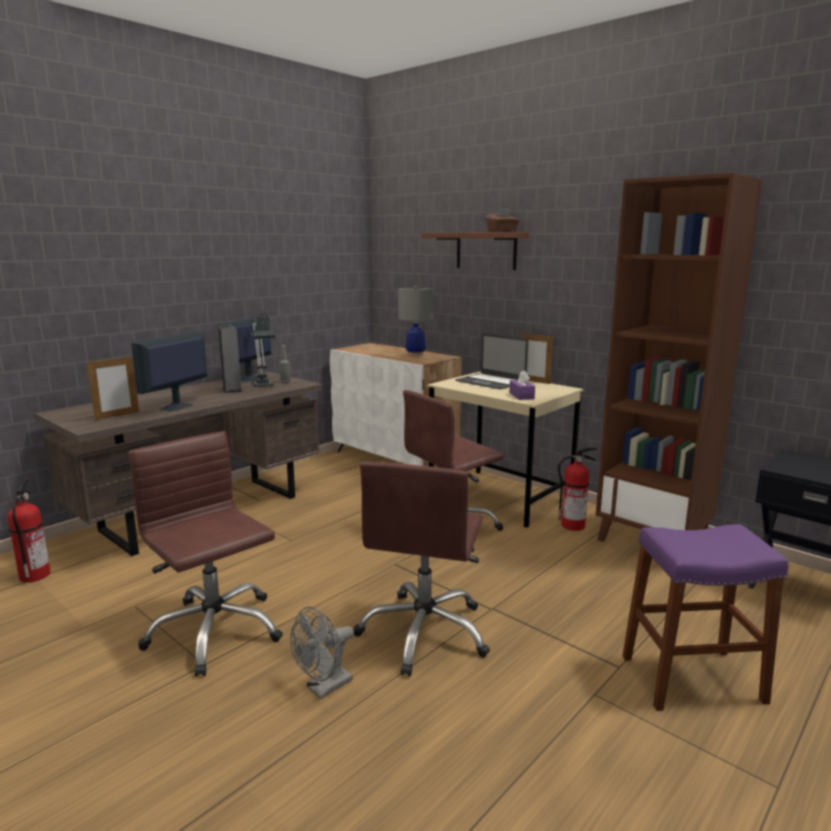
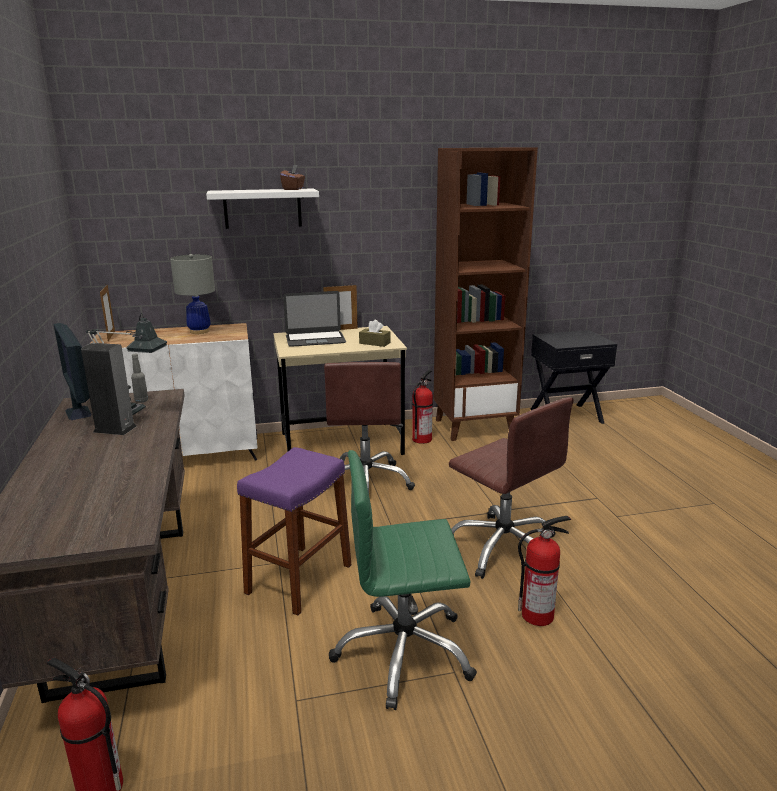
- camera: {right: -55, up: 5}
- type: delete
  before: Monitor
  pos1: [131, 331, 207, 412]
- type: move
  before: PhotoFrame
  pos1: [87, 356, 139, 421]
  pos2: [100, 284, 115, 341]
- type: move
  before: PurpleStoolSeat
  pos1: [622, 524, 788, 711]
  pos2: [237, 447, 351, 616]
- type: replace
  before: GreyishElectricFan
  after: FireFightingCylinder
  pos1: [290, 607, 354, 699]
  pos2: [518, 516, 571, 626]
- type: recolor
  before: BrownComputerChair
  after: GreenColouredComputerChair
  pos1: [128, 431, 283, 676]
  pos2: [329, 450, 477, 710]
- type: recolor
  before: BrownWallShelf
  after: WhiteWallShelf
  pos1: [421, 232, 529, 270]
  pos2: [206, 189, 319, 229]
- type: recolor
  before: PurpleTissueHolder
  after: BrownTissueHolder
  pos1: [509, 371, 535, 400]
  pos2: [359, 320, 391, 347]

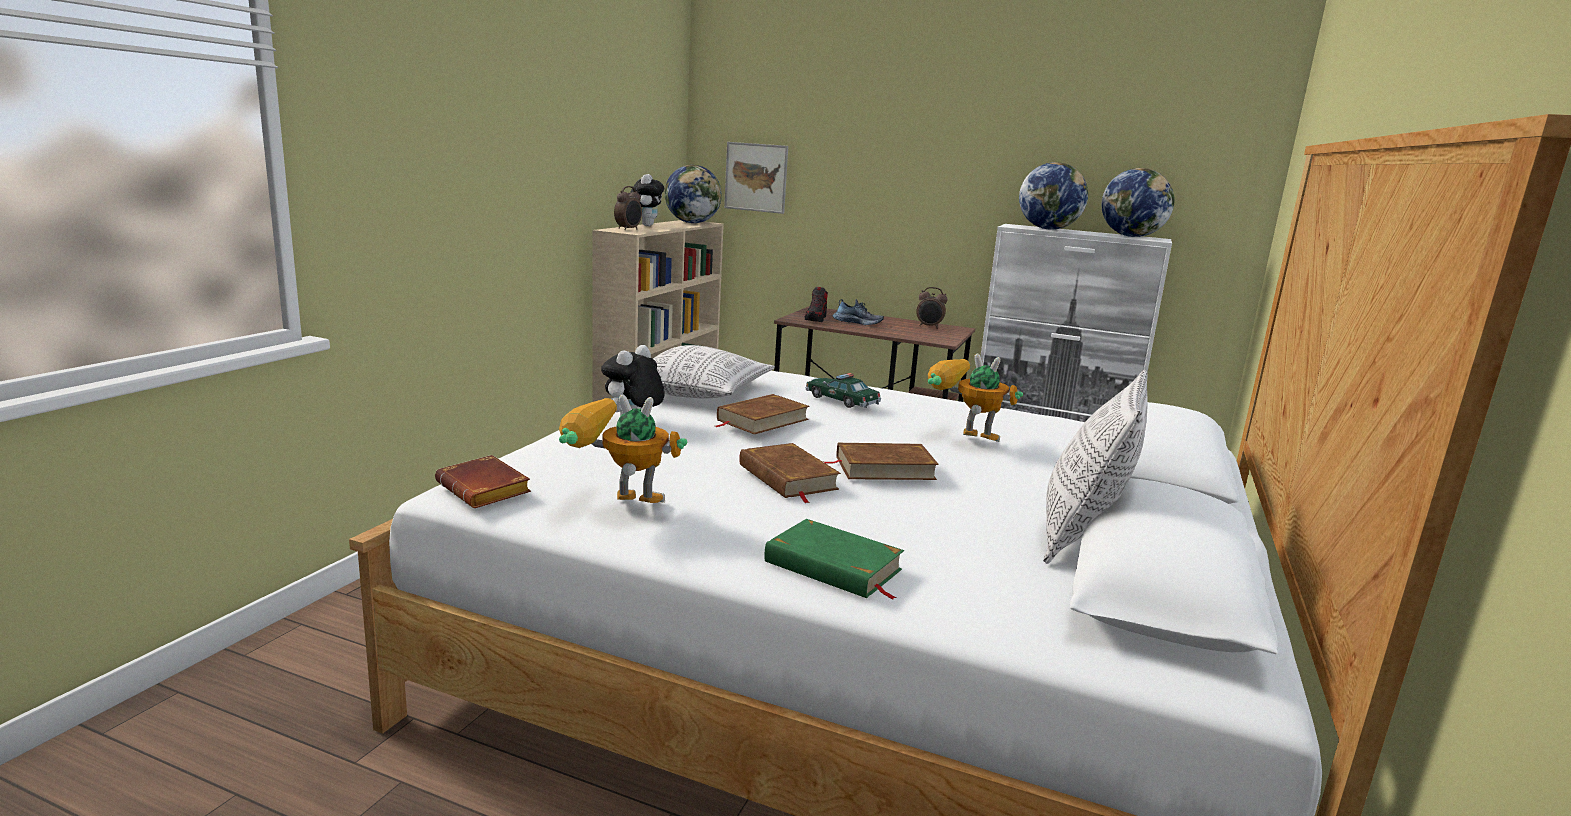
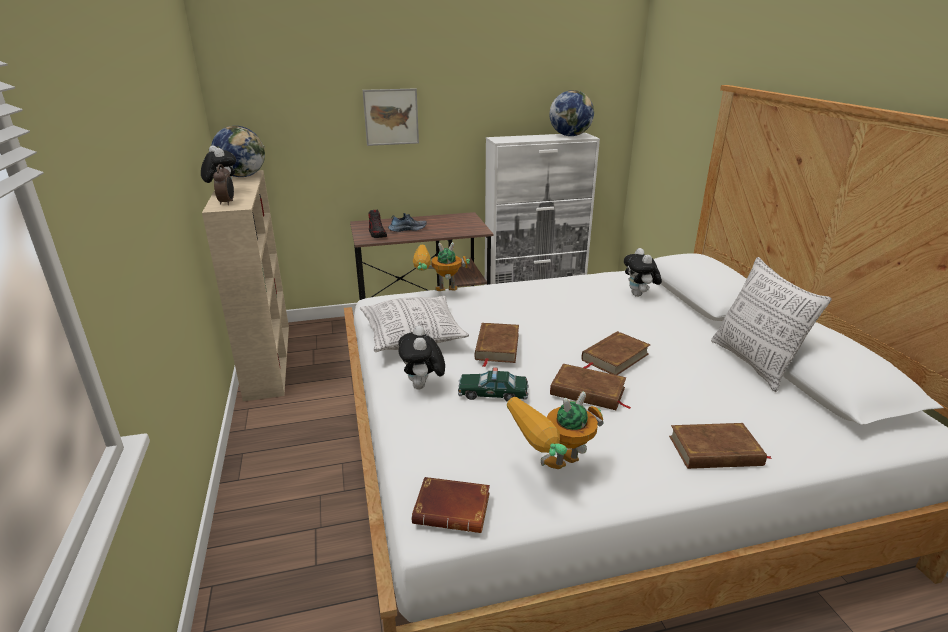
- camera: {right: -35, up: 10}
- type: delete
  before: BedsideClock
  pos1: [916, 287, 947, 329]
- type: delete
  before: WorldGlobe
  pos1: [1019, 162, 1088, 230]
- type: insert
  after: SoftToy
  pos2: [624, 248, 662, 297]
- type: move
  before: WallPicture
  pos1: [724, 142, 788, 214]
  pos2: [363, 88, 419, 146]
- type: move
  before: MiniatureCar
  pos1: [805, 373, 881, 408]
  pos2: [458, 367, 528, 402]
- type: move
  before: ToyRobot
  pos1: [928, 354, 1023, 442]
  pos2: [413, 242, 470, 291]
- type: recolor
  before: GreenColouredVolume
  after: BrownVolume
  pos1: [764, 519, 904, 600]
  pos2: [669, 423, 772, 469]

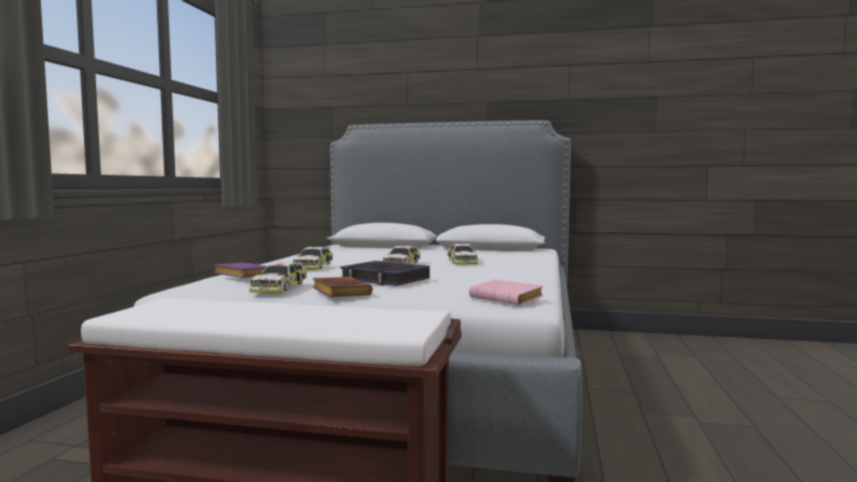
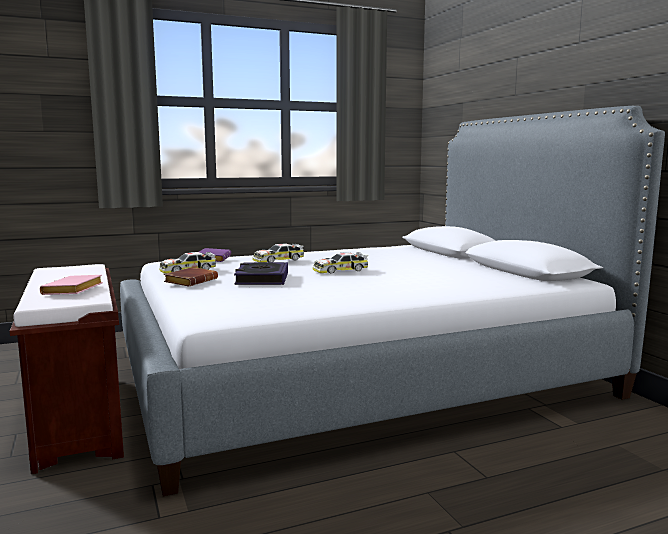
- camera: {right: 55, up: 5}
- type: delete
  before: MiniatureCar
  pos1: [448, 244, 478, 264]
- type: move
  before: PinkColouredVolume
  pos1: [469, 279, 543, 305]
  pos2: [40, 275, 103, 295]

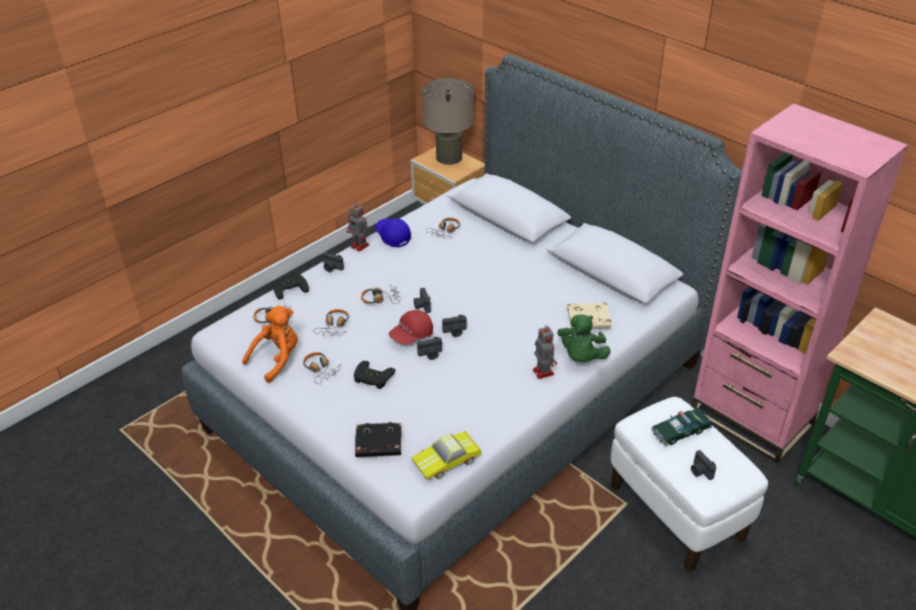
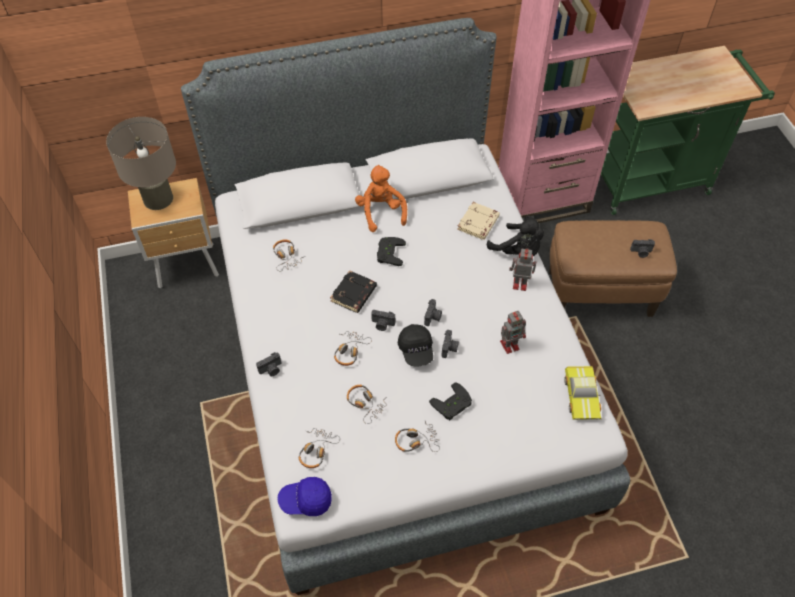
- camera: {right: -60, up: 15}
- type: delete
  before: MiniatureCar
  pos1: [651, 408, 713, 446]
- type: move
  before: OrangeySoftToy
  pos1: [242, 306, 298, 383]
  pos2: [355, 165, 407, 232]
- type: move
  before: BlackishGameController
  pos1: [273, 274, 309, 300]
  pos2: [377, 237, 406, 266]
- type: move
  before: ToyRobot
  pos1: [346, 201, 370, 252]
  pos2: [500, 311, 526, 354]
- type: move
  before: BlackishVolume
  pos1: [355, 422, 402, 457]
  pos2: [330, 270, 377, 313]
- type: move
  before: BluishPeakedCap
  pos1: [375, 218, 411, 248]
  pos2: [278, 477, 332, 516]
- type: recolor
  before: RedColouredPeakedCap
  after: BlackishPeakedCap
  pos1: [389, 310, 433, 345]
  pos2: [398, 324, 433, 366]
- type: recolor
  before: GreenColouredSoftToy
  after: BlackishSoftToy
  pos1: [557, 314, 610, 362]
  pos2: [487, 215, 544, 256]
- type: recolor
  before: WhiteOttoman
  after: BrownOttoman
  pos1: [611, 397, 768, 572]
  pos2: [549, 220, 677, 317]

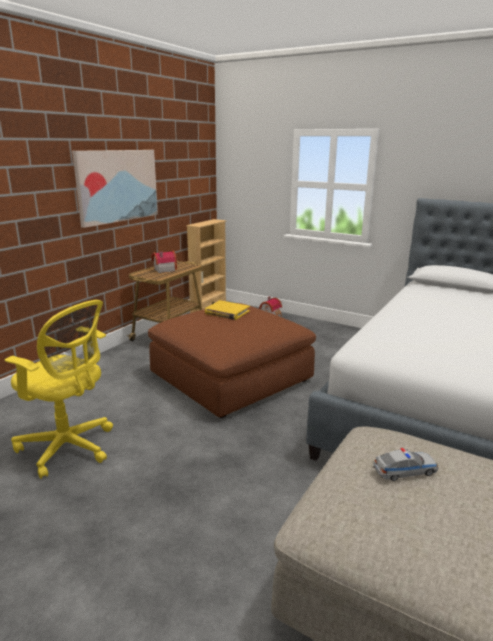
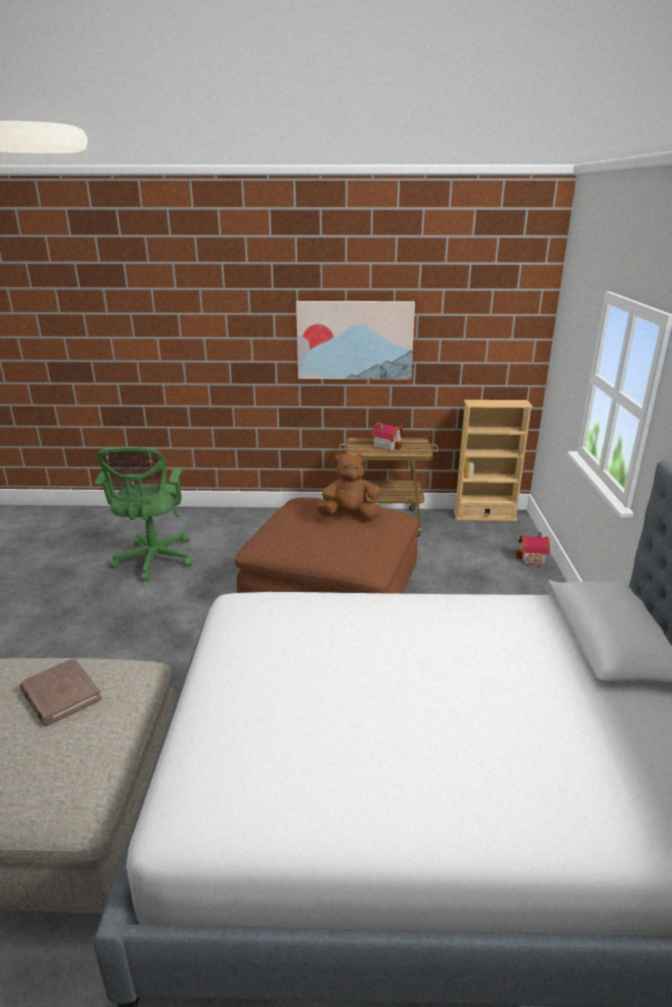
- camera: {right: 60, up: 5}
- type: replace
  before: YellowishVolume
  after: BrownSoftToy
  pos1: [205, 300, 250, 320]
  pos2: [316, 452, 382, 519]
- type: replace
  before: MiniatureCar
  after: BrownVolume
  pos1: [373, 448, 438, 481]
  pos2: [20, 658, 102, 726]
- type: recolor
  before: YellowishComputerChair
  after: GreenColouredComputerChair
  pos1: [4, 300, 113, 479]
  pos2: [95, 447, 191, 581]

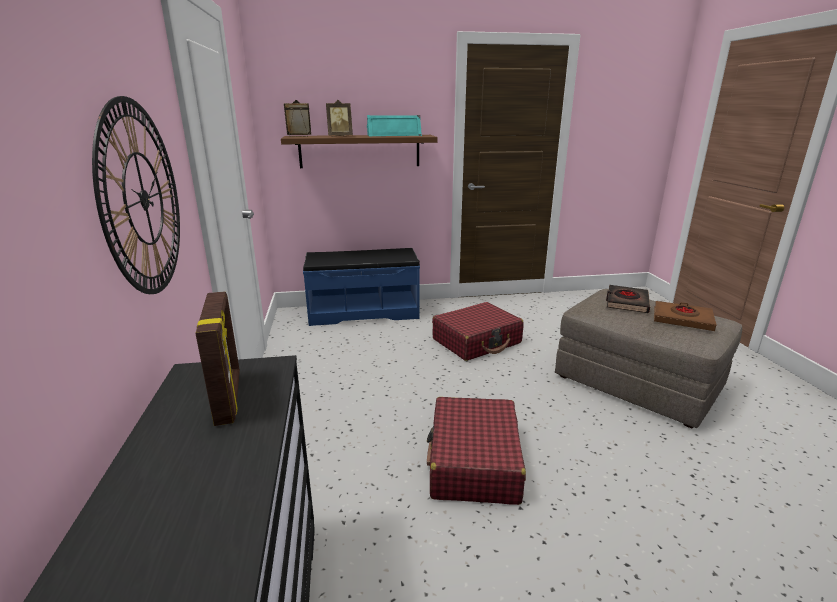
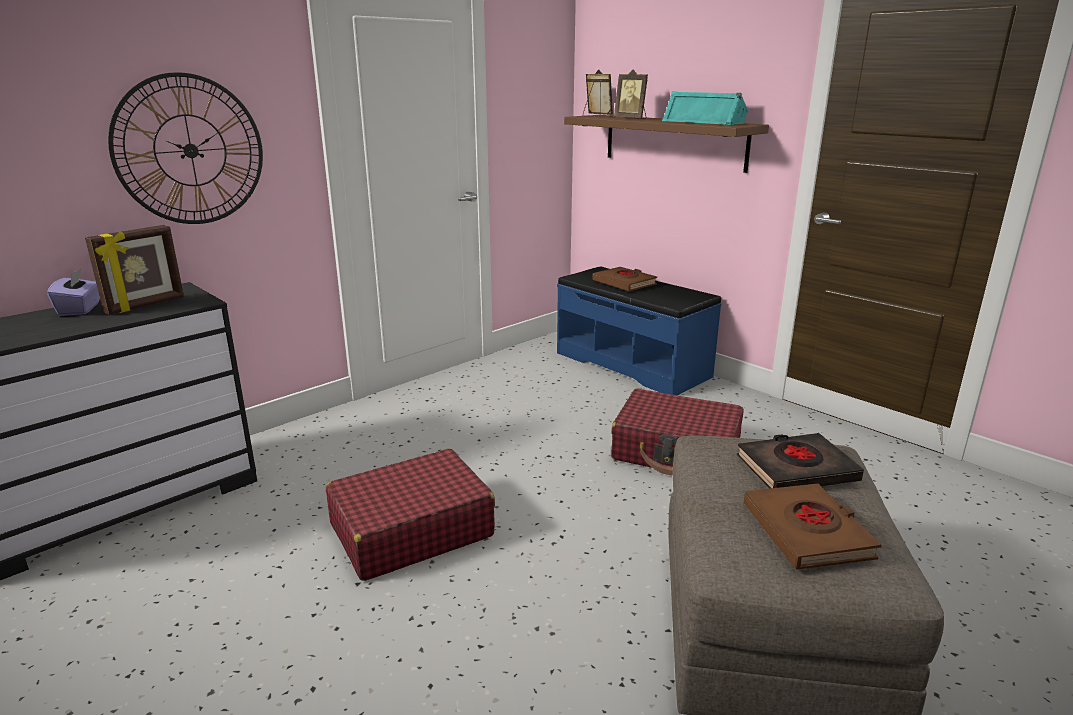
- camera: {right: 55, up: 0}
- type: insert
  after: PurpleTissueHolder
  pos2: [47, 269, 100, 316]
- type: insert
  after: BrownVolume
  pos2: [592, 267, 657, 291]

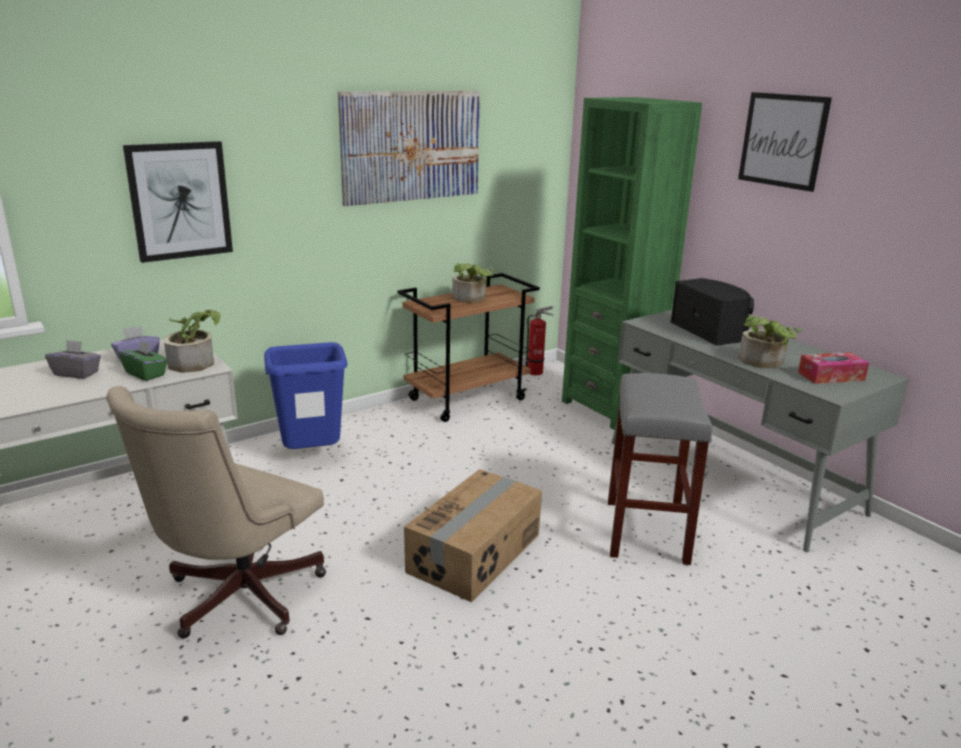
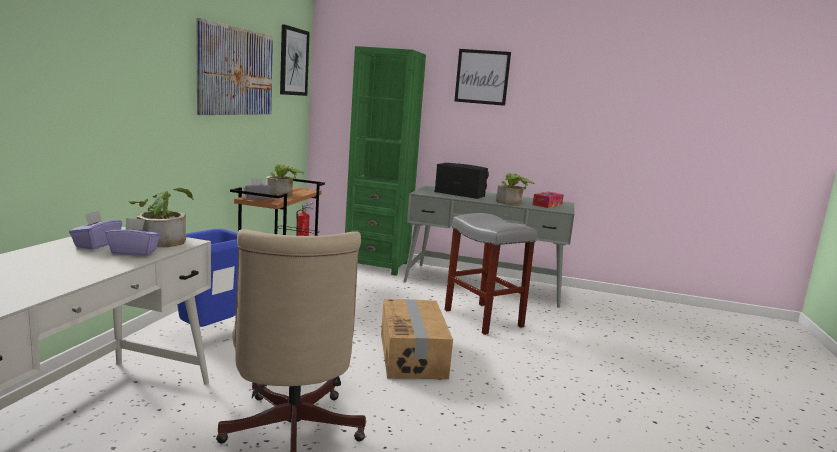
- camera: {right: -40, up: -10}
- type: move
  before: GreyishTissueHolder
  pos1: [45, 340, 101, 379]
  pos2: [243, 178, 272, 199]
- type: move
  before: WallPicture
  pos1: [123, 141, 233, 263]
  pos2: [280, 24, 310, 96]
- type: recolor
  before: GreenColouredTissueHolder
  after: PurpleTissueHolder
  pos1: [119, 340, 168, 381]
  pos2: [105, 218, 160, 256]

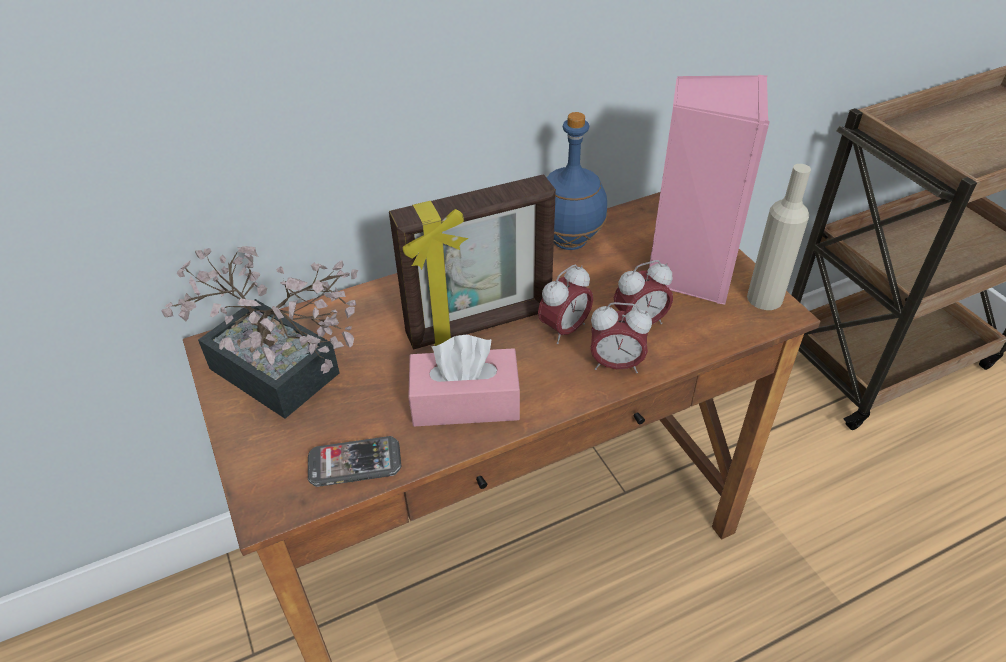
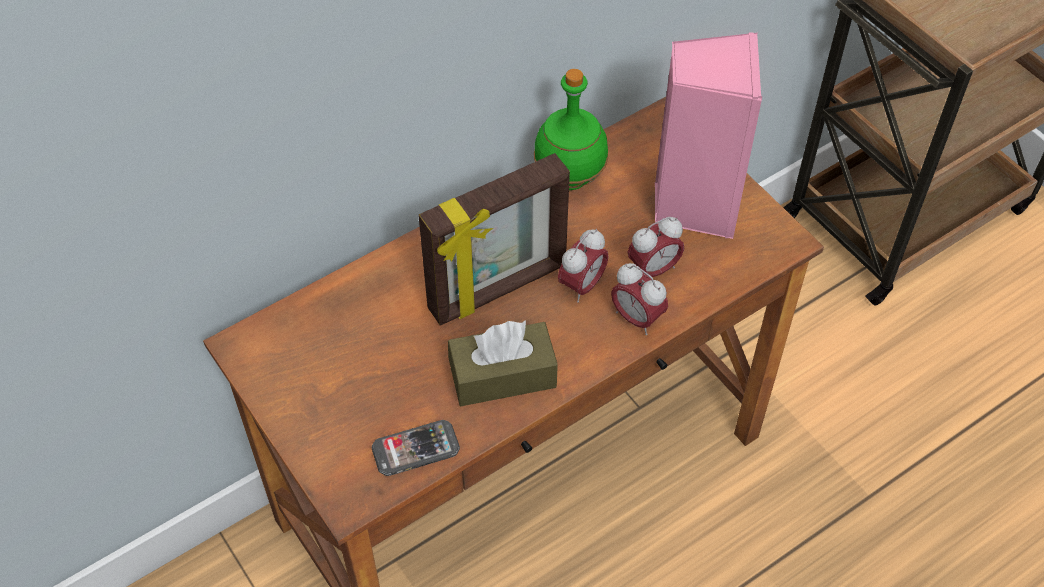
- camera: {right: -10, up: 10}
- type: delete
  before: PlantInAPot
  pos1: [161, 246, 359, 419]
- type: delete
  before: BeigeColouredBeverageBottle
  pos1: [747, 164, 811, 310]
- type: recolor
  before: PinkColouredTissueHolder
  after: BrownTissueHolder
  pos1: [408, 335, 521, 426]
  pos2: [448, 320, 558, 406]
- type: recolor
  before: BluishBeverageBottle
  after: GreenColouredBeverageBottle
  pos1: [547, 112, 607, 250]
  pos2: [534, 69, 608, 190]
- type: rotate
  before: BedsideClock
  pos1: [590, 302, 652, 373]
  pos2: [611, 263, 668, 335]
  turn: 45

